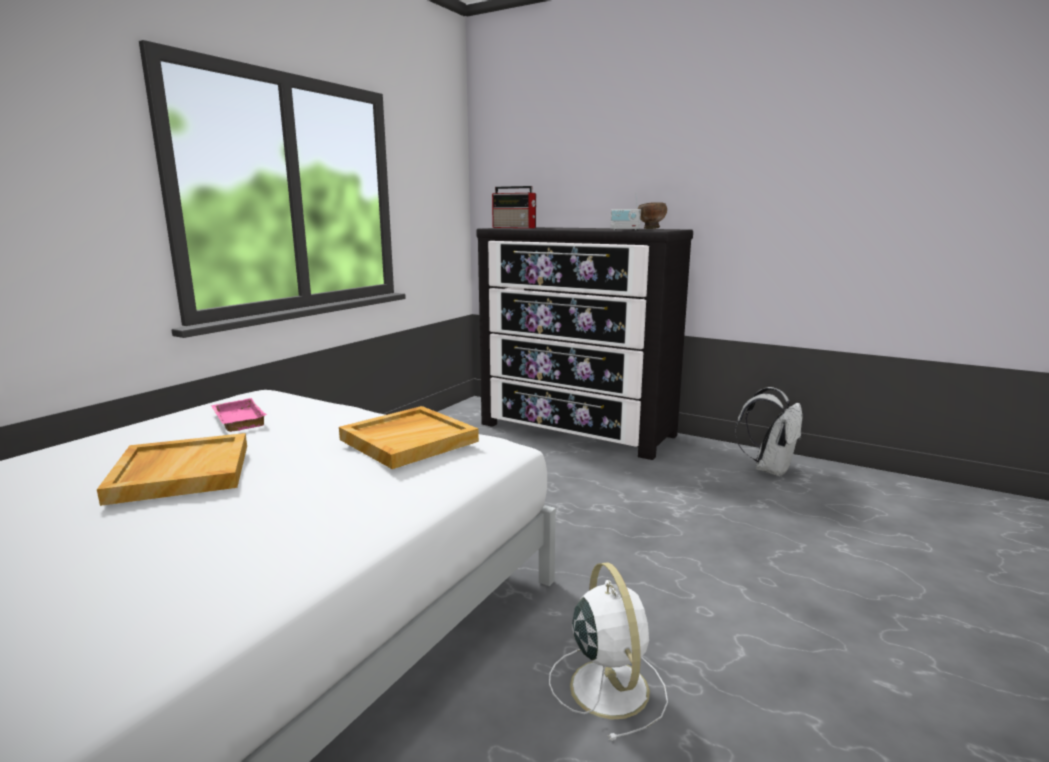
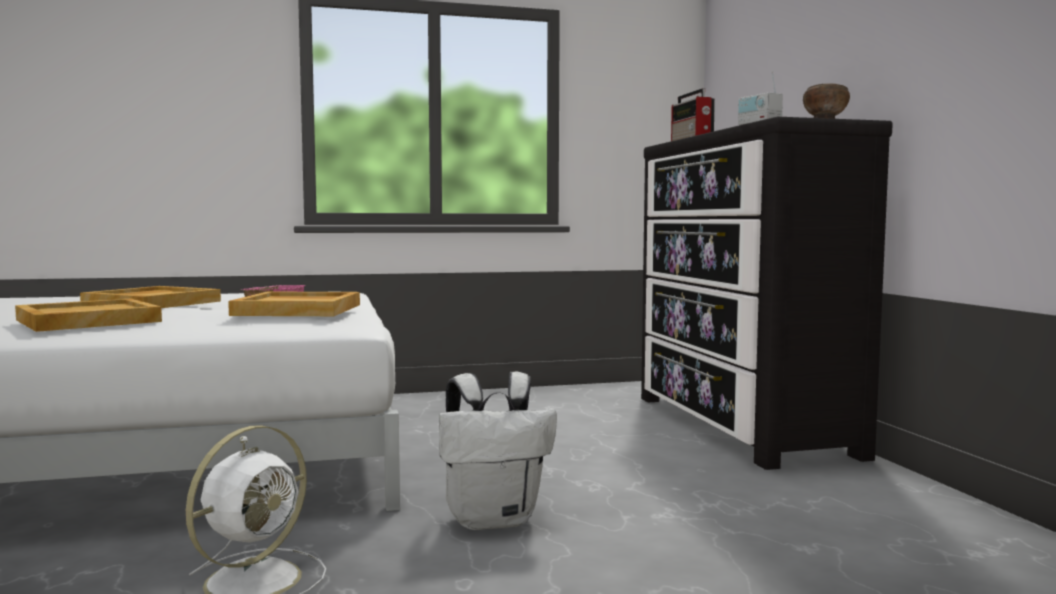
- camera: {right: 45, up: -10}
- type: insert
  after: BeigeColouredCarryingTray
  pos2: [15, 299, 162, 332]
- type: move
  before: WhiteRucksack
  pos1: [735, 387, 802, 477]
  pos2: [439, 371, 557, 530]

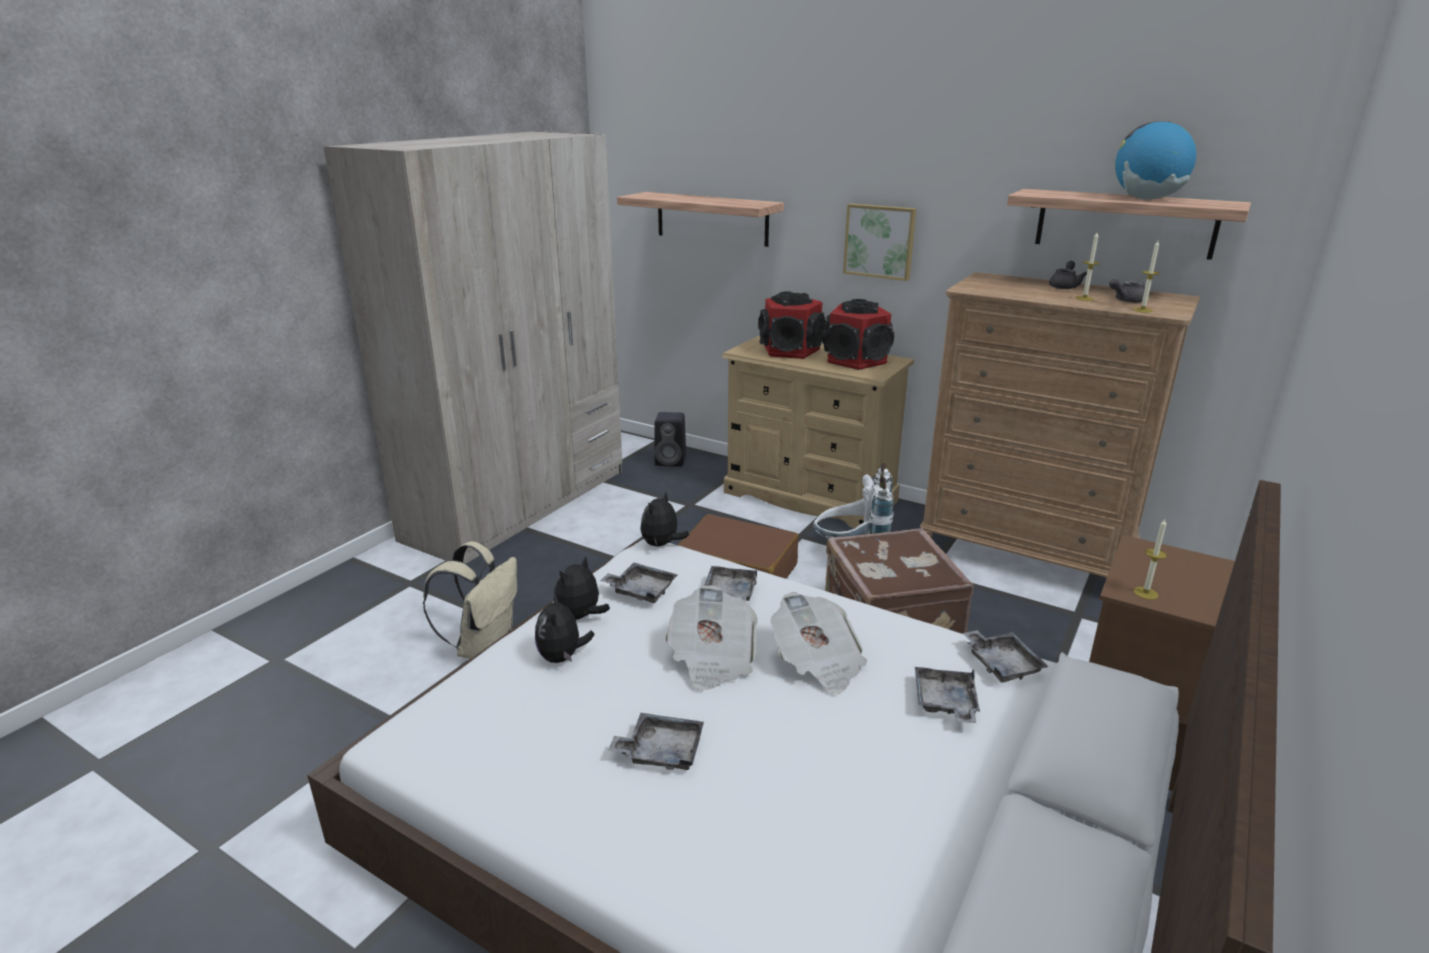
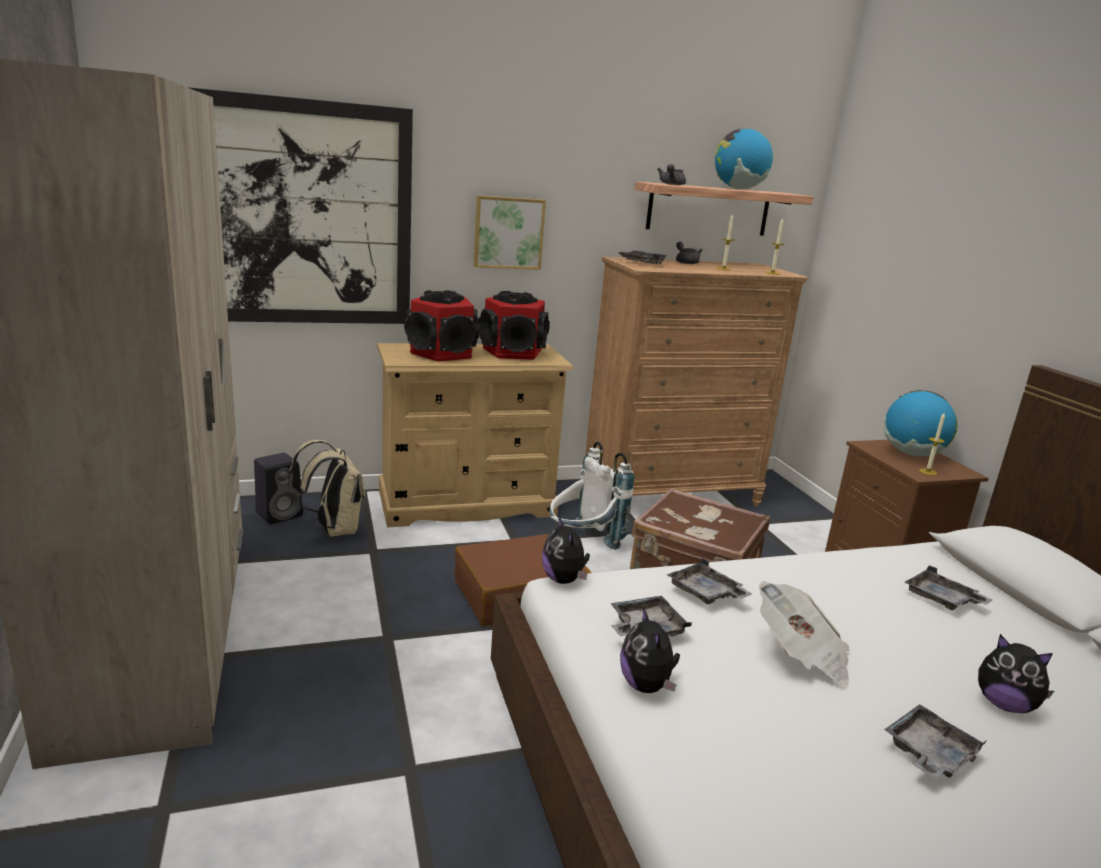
- camera: {right: -50, up: -5}
- type: delete
  before: PrintedPaper
  pos1: [770, 592, 868, 694]
- type: insert
  after: WorldGlobe
  pos2: [884, 390, 958, 456]
- type: move
  before: BeigeColouredRucksack
  pos1: [423, 541, 517, 659]
  pos2: [288, 440, 365, 537]
- type: move
  before: SoftToy
  pos1: [535, 592, 595, 663]
  pos2: [978, 634, 1054, 713]
- type: move
  before: GreyishCarryingTray
  pos1: [963, 630, 1049, 683]
  pos2: [616, 250, 668, 264]
- type: move
  before: GreyishPotForTea
  pos1: [1109, 279, 1145, 303]
  pos2: [657, 164, 686, 185]
- type: replace
  before: WallShelf
  after: WallPicture
  pos1: [617, 192, 784, 247]
  pos2: [188, 87, 413, 324]

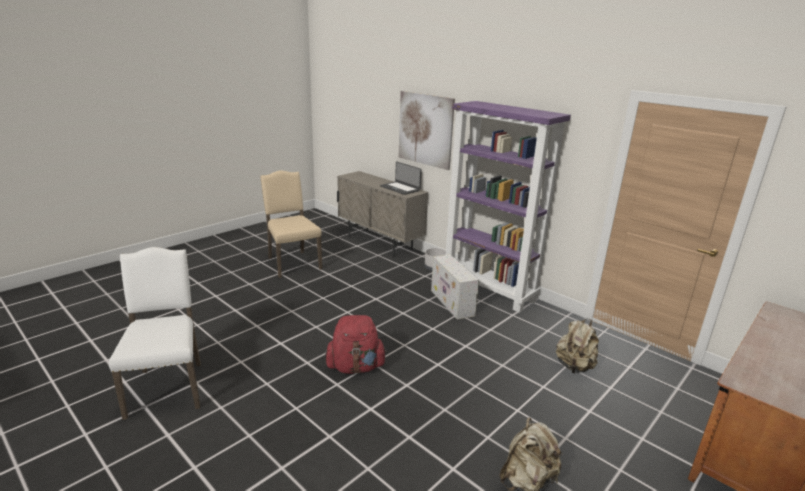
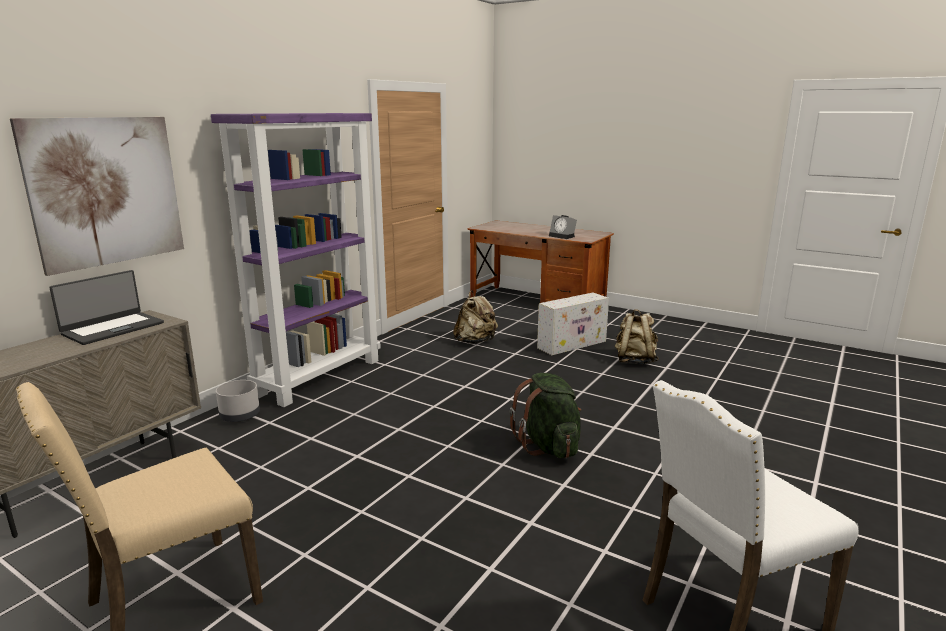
- camera: {right: -100, up: -5}
- type: insert
  after: BedsideClock
  pos2: [549, 215, 577, 239]
- type: move
  before: WhiteStorageContainer
  pos1: [431, 254, 479, 320]
  pos2: [537, 293, 609, 355]
- type: recolor
  before: RedColouredRucksack
  after: GreenColouredRucksack
  pos1: [325, 315, 387, 374]
  pos2: [510, 373, 581, 458]

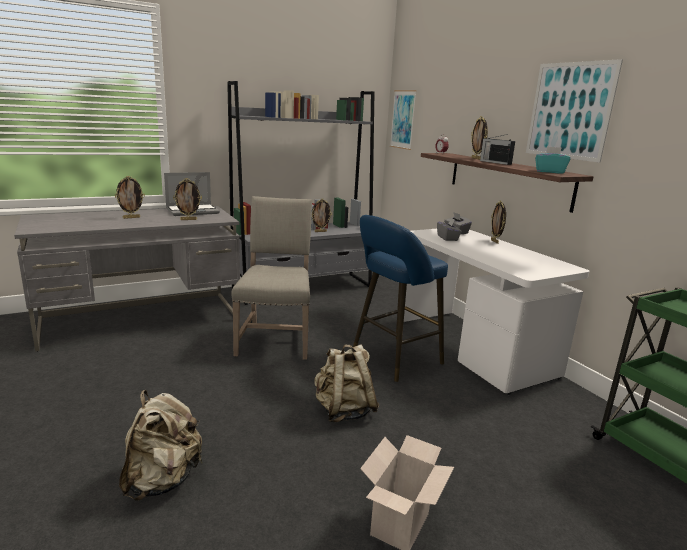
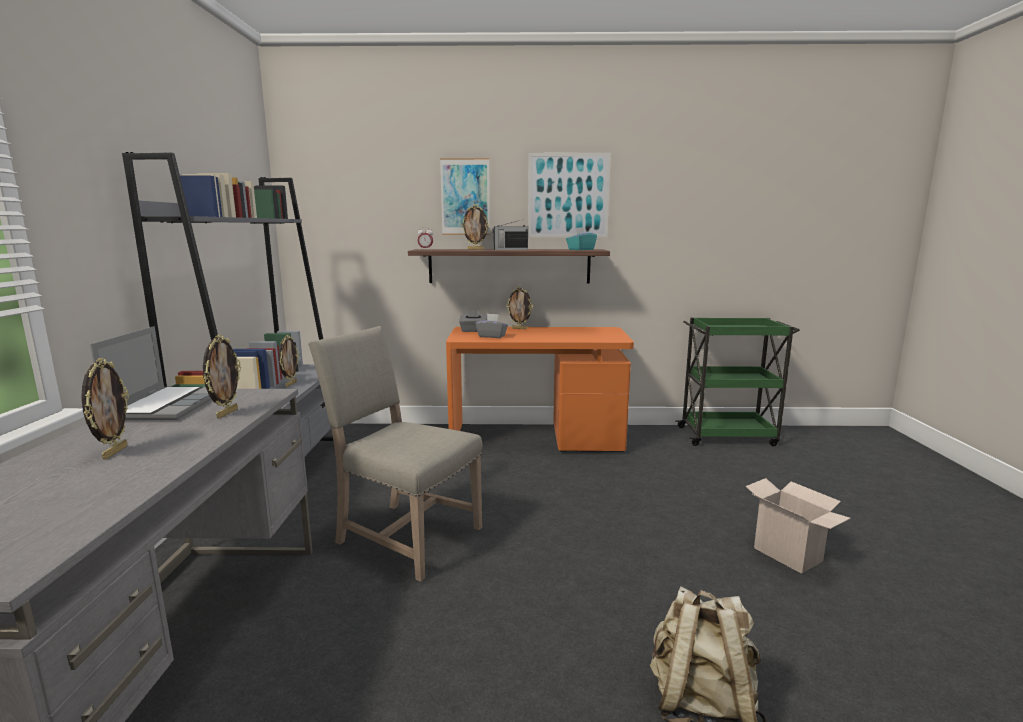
- camera: {right: -60, up: -5}
- type: delete
  before: BeigeColouredRucksack
  pos1: [315, 345, 379, 422]
- type: delete
  before: BluishStoolSeat
  pos1: [353, 215, 448, 382]
- type: move
  before: WallPicture
  pos1: [390, 90, 417, 150]
  pos2: [440, 158, 490, 235]
- type: recolor
  before: WhiteDeskTable
  after: OrangeyDeskTable
  pos1: [404, 229, 589, 395]
  pos2: [446, 327, 634, 452]

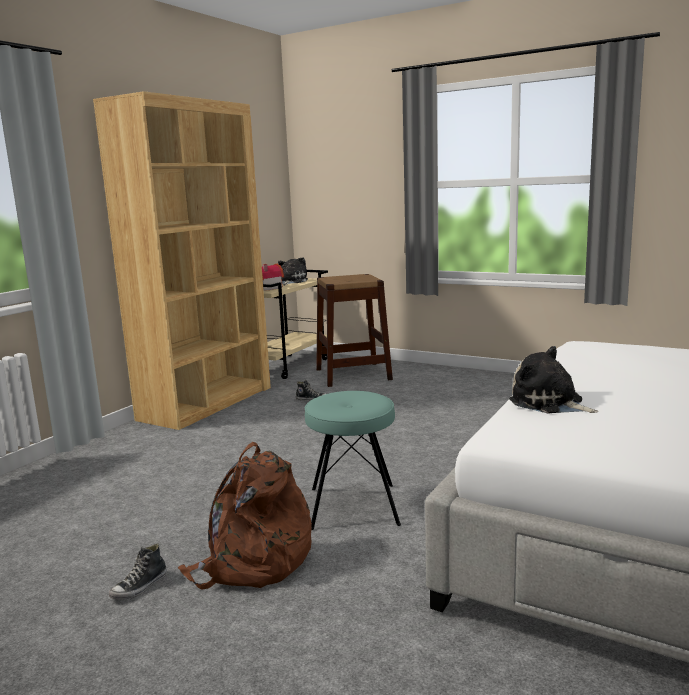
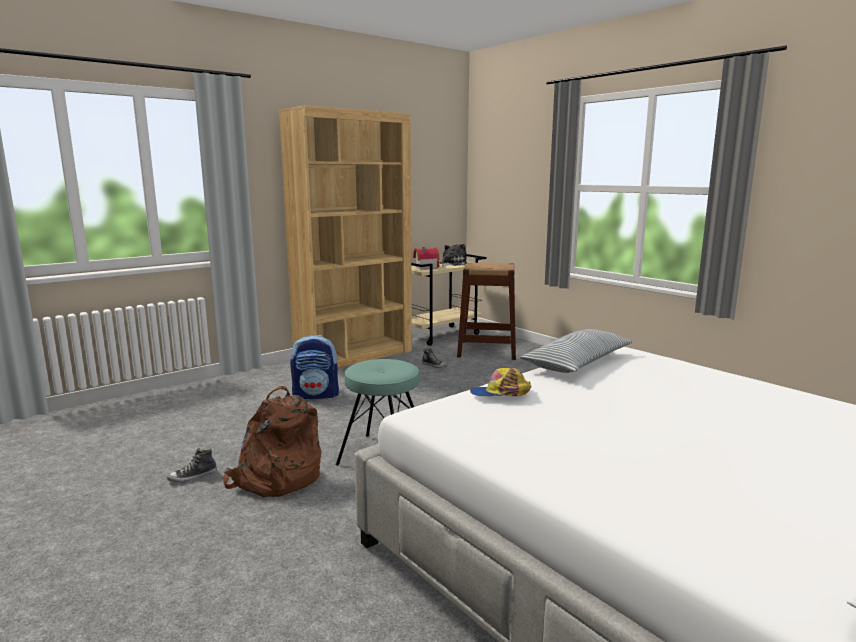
- camera: {right: 20, up: 0}
- type: insert
  after: Rucksack
  pos2: [290, 335, 339, 399]
- type: insert
  after: Pillow
  pos2: [520, 329, 632, 373]
- type: replace
  before: SoftToy
  after: PeakedCap
  pos1: [509, 346, 598, 413]
  pos2: [470, 368, 532, 397]

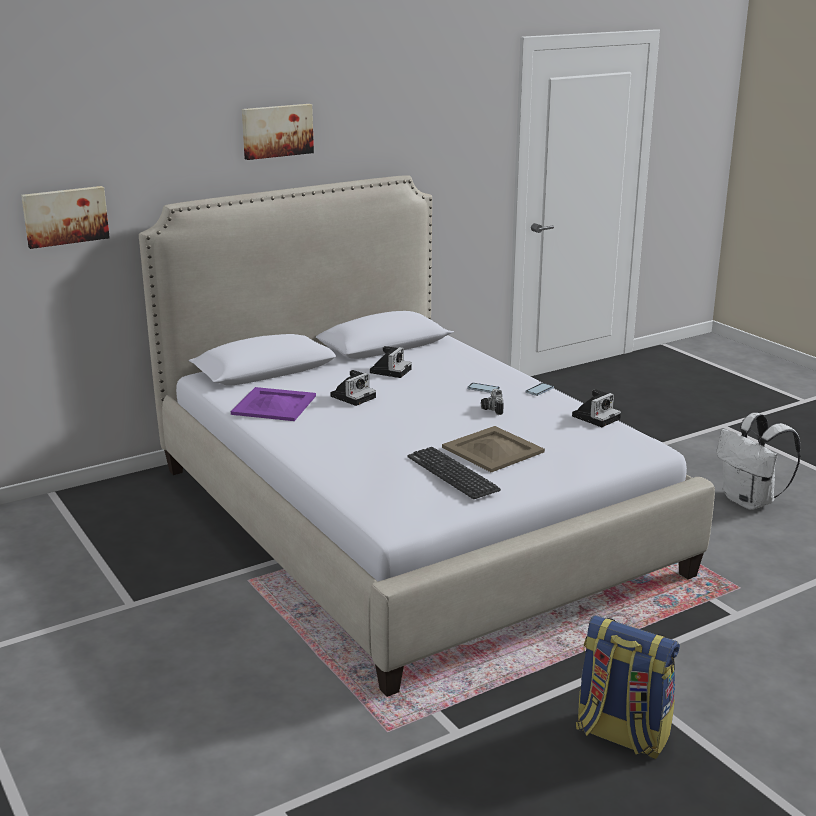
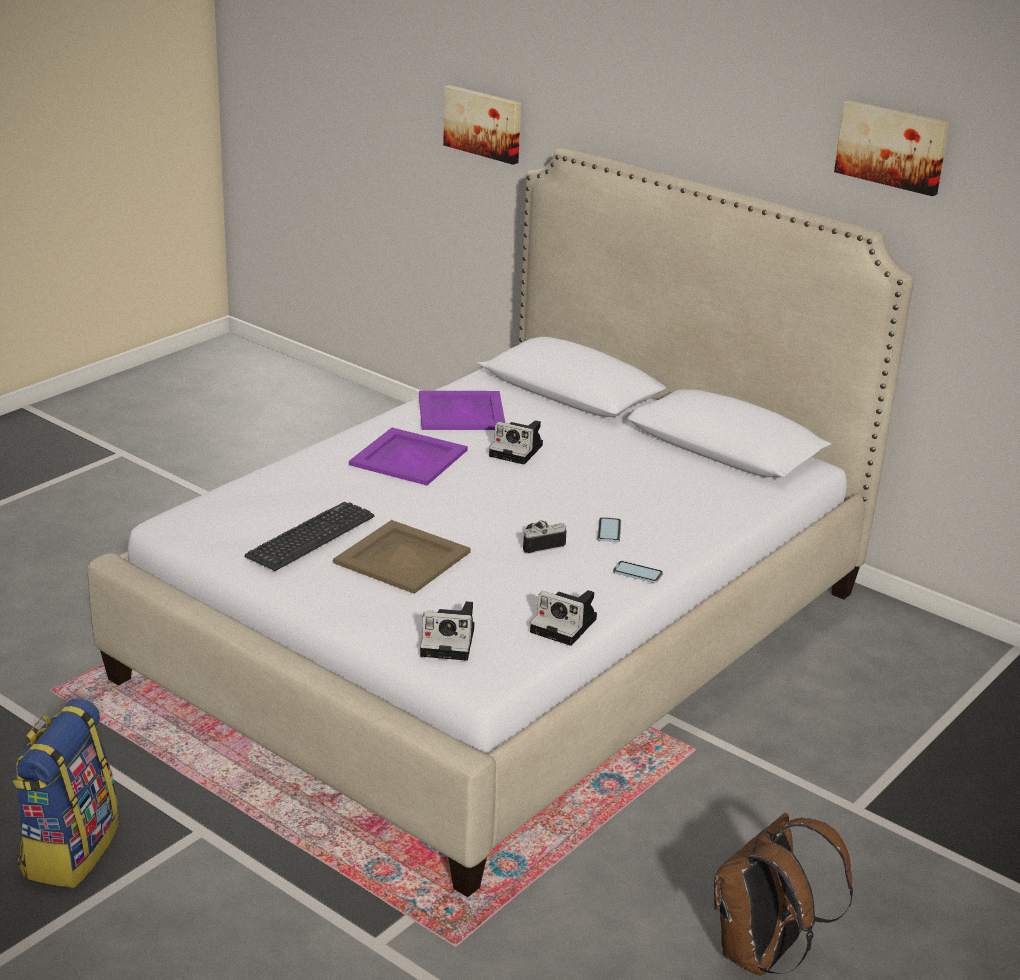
- camera: {right: 70, up: 5}
- type: insert
  after: PurpleCarryingTray
  pos2: [349, 428, 468, 485]
- type: move
  before: WallPicture
  pos1: [242, 104, 314, 160]
  pos2: [834, 100, 949, 196]
- type: move
  before: PhotoCamera
  pos1: [370, 346, 412, 378]
  pos2: [420, 601, 474, 661]
- type: recolor
  before: WhiteRucksack
  after: BrownRucksack
  pos1: [717, 413, 801, 510]
  pos2: [714, 813, 853, 976]

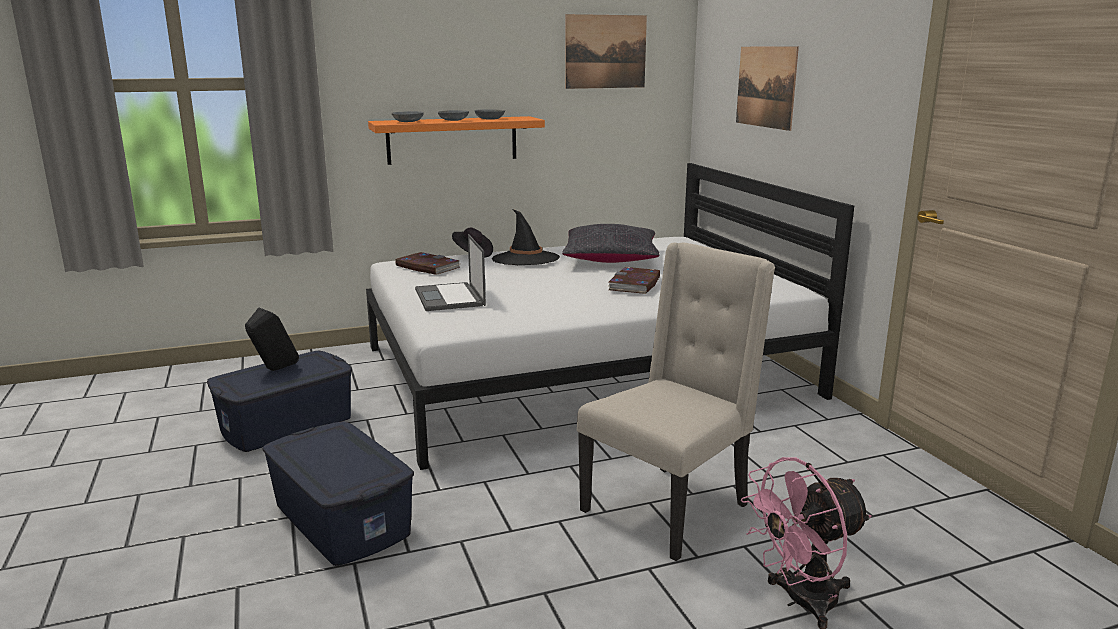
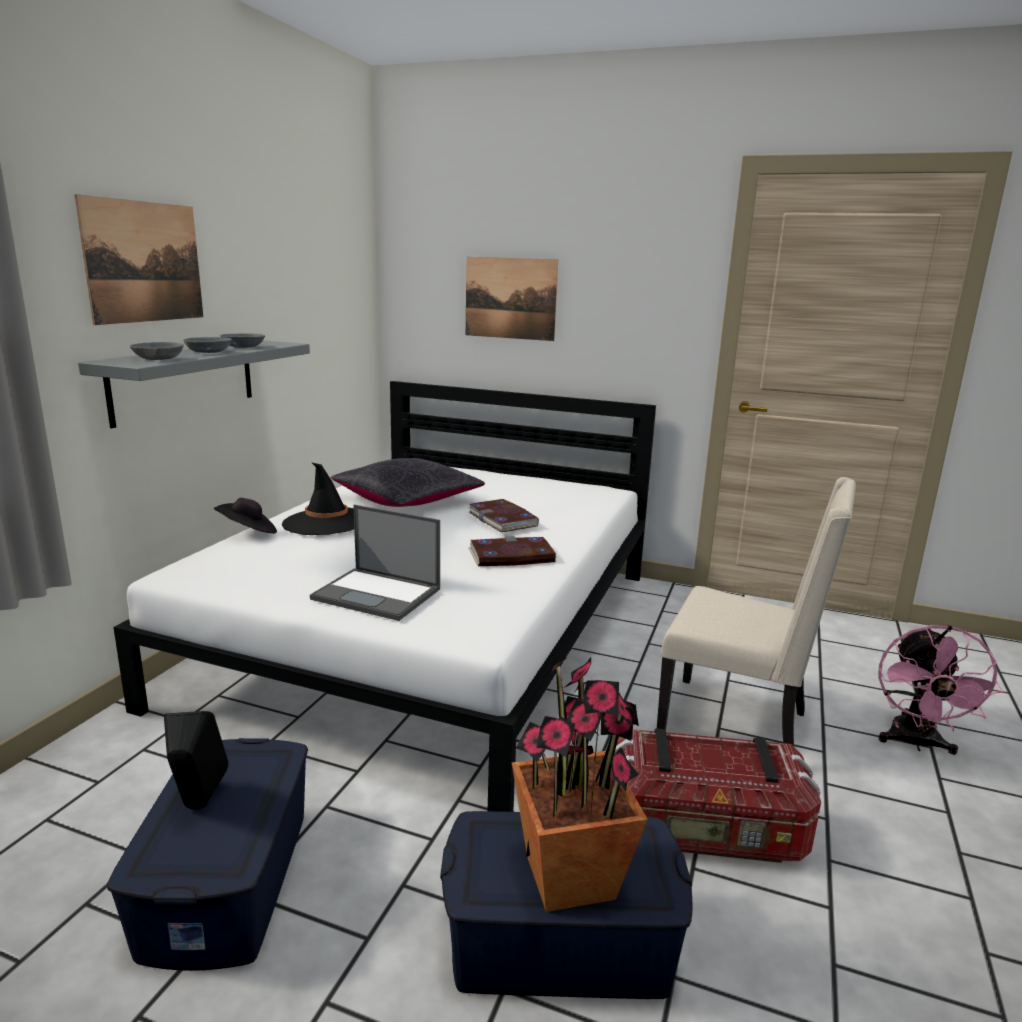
- camera: {right: -50, up: 0}
- type: insert
  after: PlantInAPot
  pos2: [512, 656, 648, 912]
- type: insert
  after: StorageContainer
  pos2: [614, 729, 821, 863]
- type: move
  before: Volume
  pos1: [395, 252, 460, 275]
  pos2: [468, 536, 557, 566]
- type: move
  before: WallPicture
  pos1: [565, 14, 647, 89]
  pos2: [75, 194, 203, 325]
- type: recolor
  before: OrangeyWallShelf
  after: GreyishWallShelf
  pos1: [368, 116, 545, 165]
  pos2: [78, 340, 310, 428]
- type: rotate
  before: BeigeColouredChair
  pos1: [577, 242, 775, 561]
  pos2: [657, 477, 856, 746]
  turn: 120

